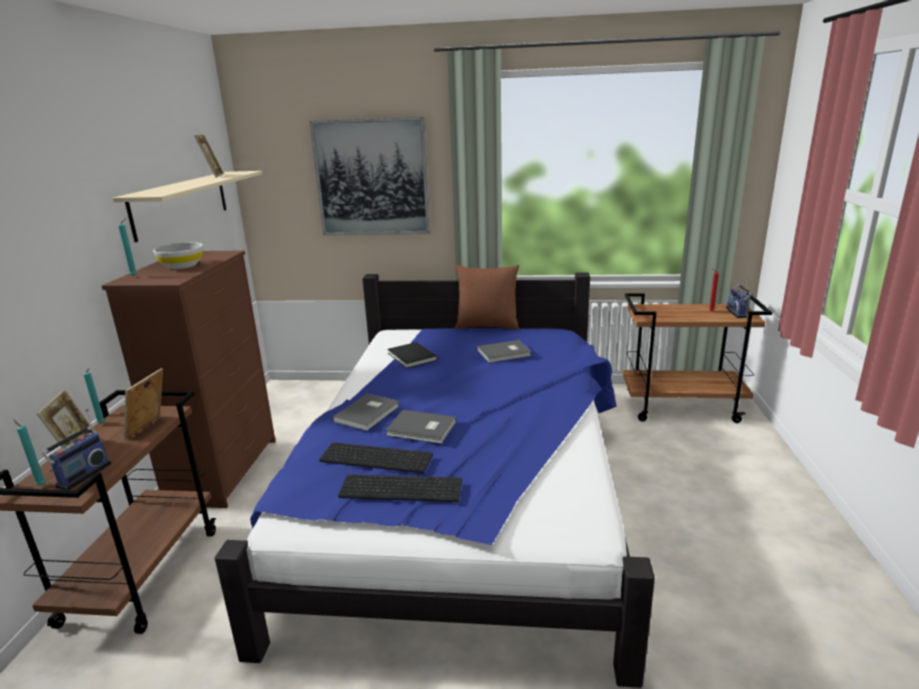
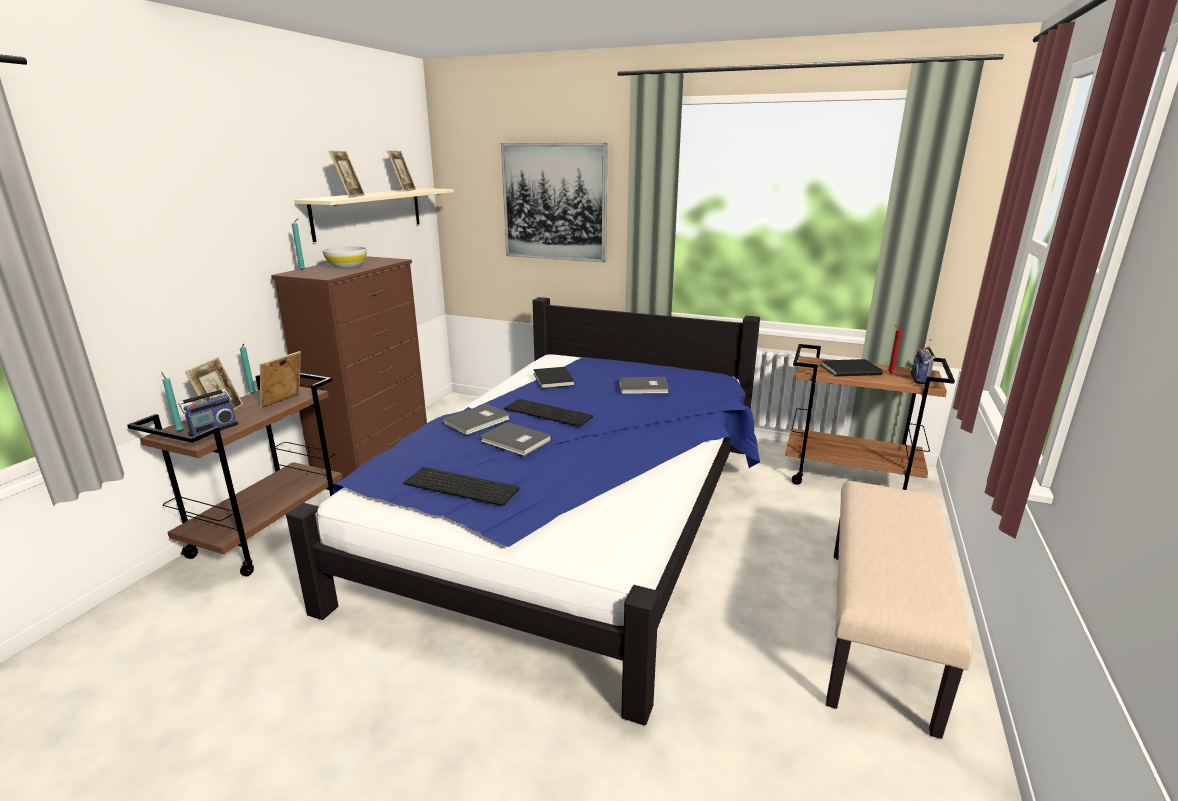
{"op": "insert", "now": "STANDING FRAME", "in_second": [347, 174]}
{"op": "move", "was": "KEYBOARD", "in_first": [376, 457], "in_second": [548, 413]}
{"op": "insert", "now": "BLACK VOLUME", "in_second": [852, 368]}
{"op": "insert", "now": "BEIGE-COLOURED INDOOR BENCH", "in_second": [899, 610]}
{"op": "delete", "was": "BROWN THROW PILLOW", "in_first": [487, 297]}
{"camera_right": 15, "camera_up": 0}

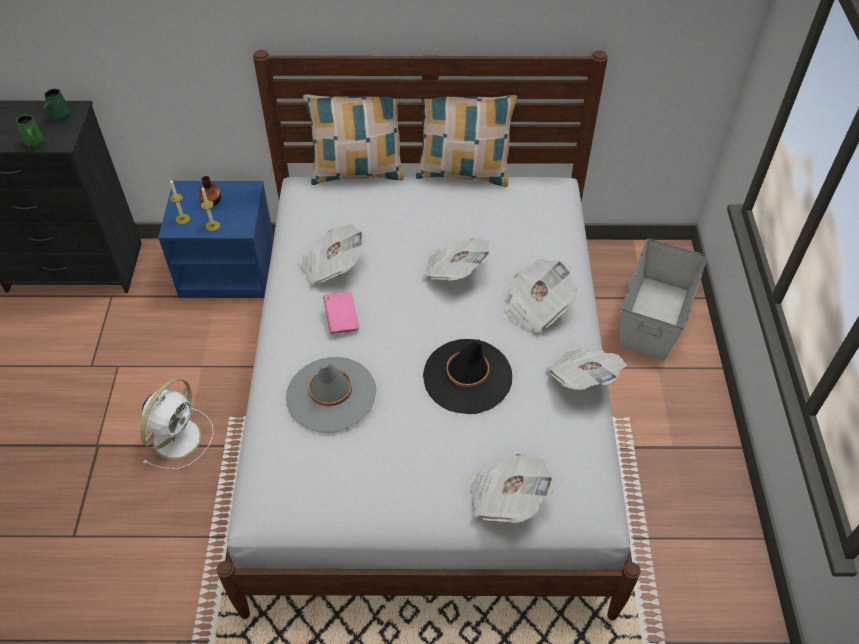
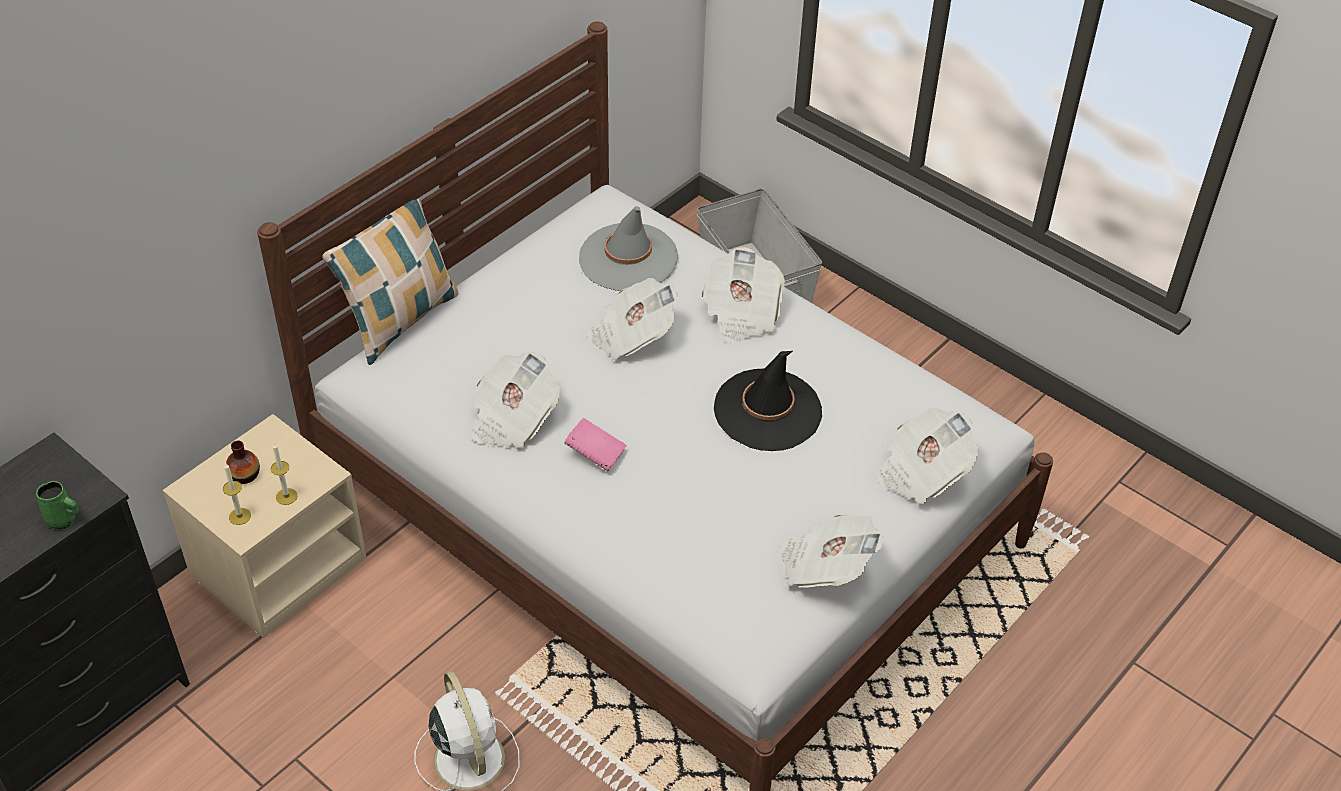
{"op": "recolor", "was": "BLUE-COLOURED NIGHT TABLE", "now": "BEIGE-COLOURED NIGHT TABLE", "in_first": [216, 239], "in_second": [265, 526]}
{"op": "move", "was": "GREY CLOTHING HAT", "in_first": [331, 395], "in_second": [628, 248]}
{"op": "move", "was": "DAILY PAPER", "in_first": [587, 368], "in_second": [831, 551]}
{"op": "delete", "was": "GREENISH TEA MUG", "in_first": [56, 105]}
{"op": "delete", "was": "THROW PILLOW", "in_first": [467, 141]}
{"camera_right": -50, "camera_up": -5}

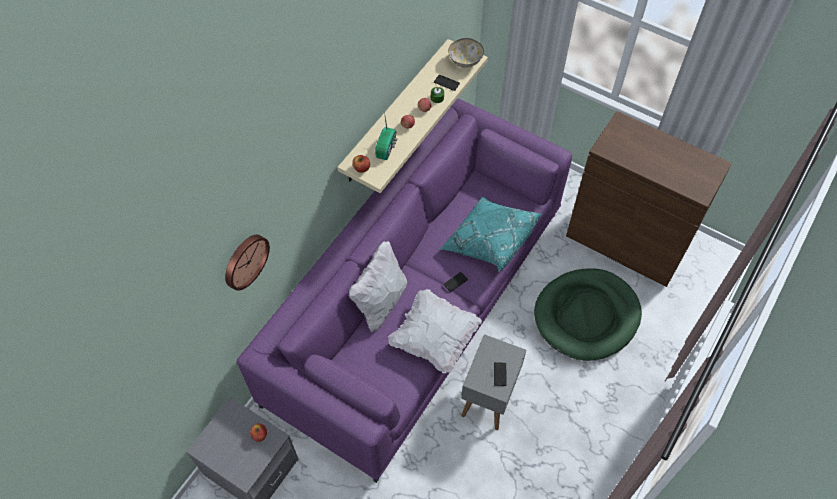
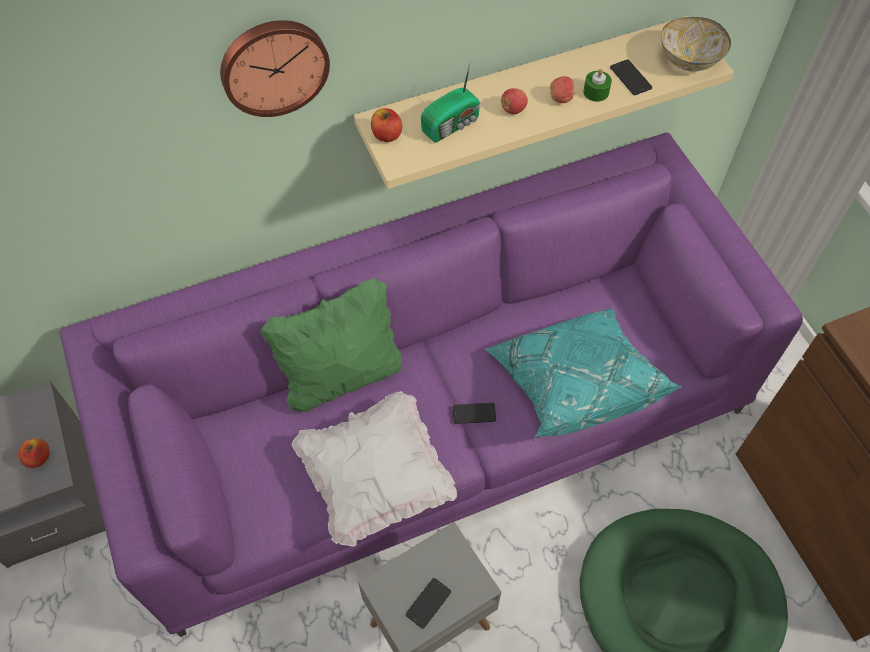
{"op": "move", "was": "HANGING CLOCK", "in_first": [247, 263], "in_second": [275, 68]}
{"op": "recolor", "was": "WHITE THROW PILLOW", "now": "GREENISH THROW PILLOW", "in_first": [378, 286], "in_second": [331, 345]}
{"camera_right": 35, "camera_up": 0}

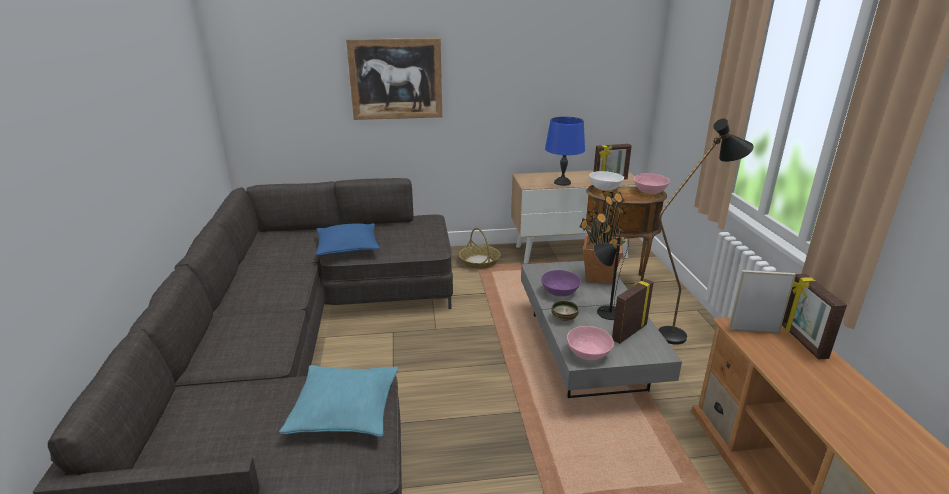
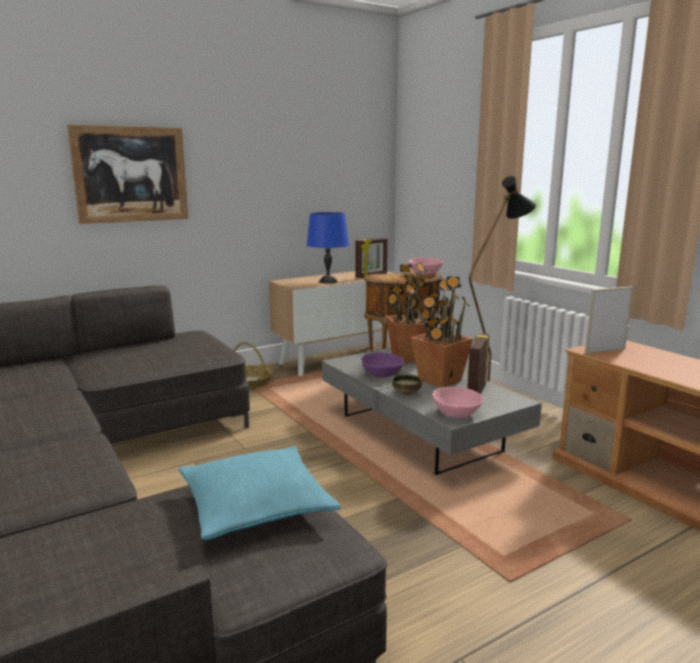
{"op": "replace", "was": "BLACK TABLETOP LAMP", "now": "PLANT IN A POT", "in_first": [611, 278], "in_second": [442, 332]}
{"op": "delete", "was": "BLUE-COLOURED THROW PILLOW", "in_first": [348, 239]}
{"op": "delete", "was": "WHITE SERVING BOWL", "in_first": [606, 180]}
{"op": "delete", "was": "STANDING FRAME", "in_first": [814, 317]}
{"camera_right": -25, "camera_up": -10}

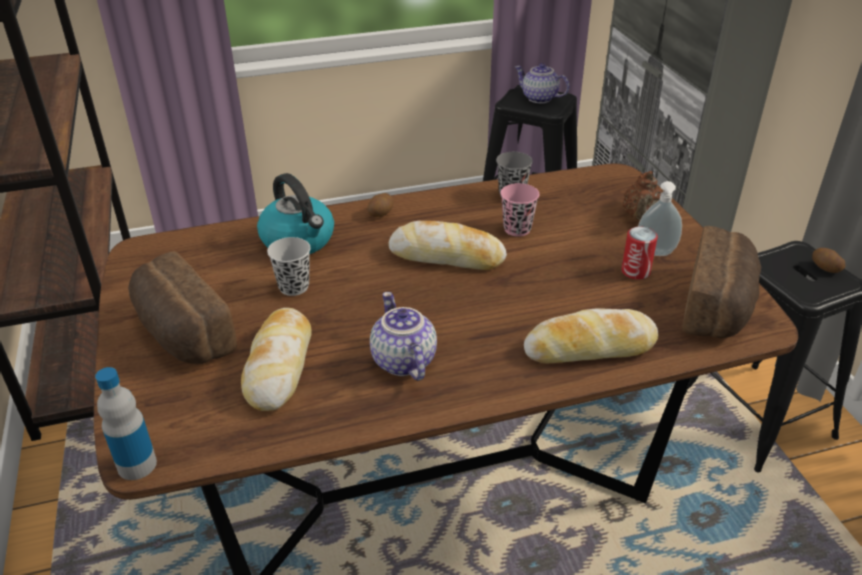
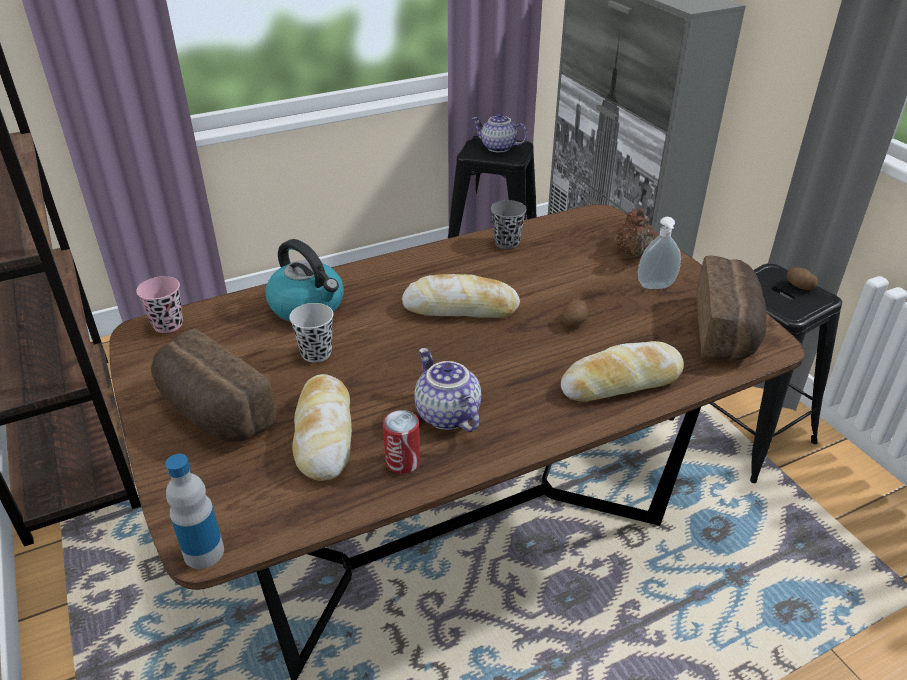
{"op": "move", "was": "PINKISH SMALL CUP", "in_first": [519, 210], "in_second": [159, 304]}
{"op": "move", "was": "METAL CAN", "in_first": [639, 253], "in_second": [401, 442]}
{"op": "move", "was": "WHOLE POTATO", "in_first": [380, 205], "in_second": [575, 313]}
{"camera_right": -10, "camera_up": 0}

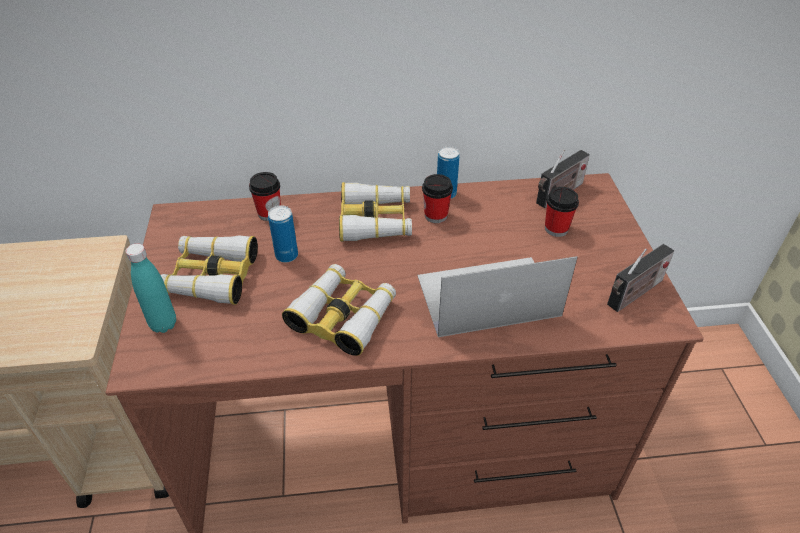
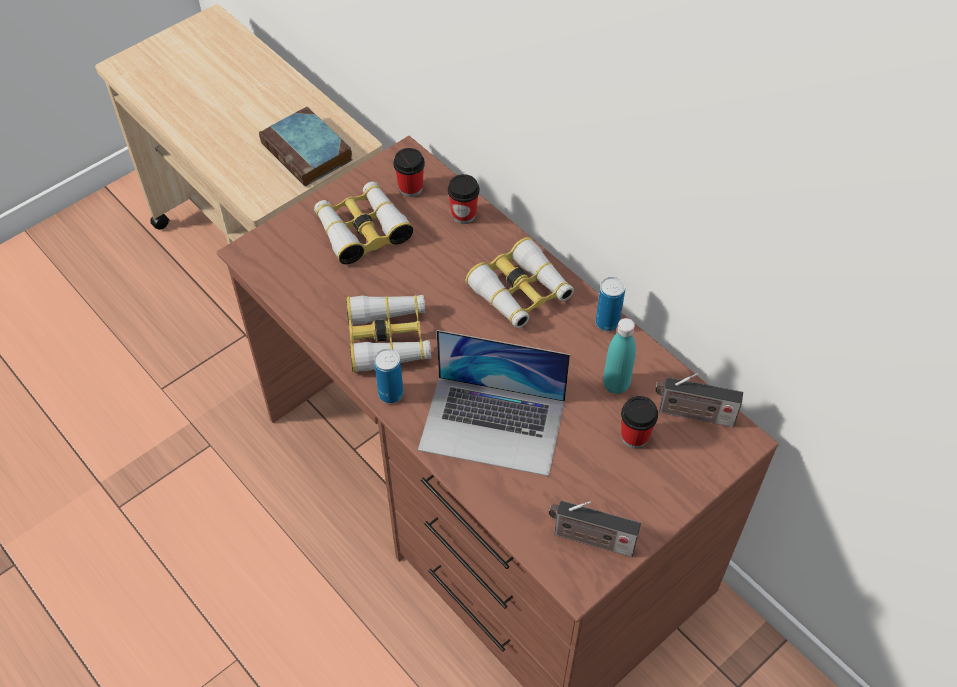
{"op": "insert", "now": "VOLUME", "in_second": [305, 146]}
{"op": "move", "was": "METAL CAN", "in_first": [283, 234], "in_second": [388, 376]}
{"op": "move", "was": "SMALL CUP", "in_first": [437, 198], "in_second": [409, 172]}
{"op": "rotate", "was": "LAPTOP", "in_first": [497, 296], "in_second": [494, 403], "clockwise": 150}
{"op": "move", "was": "TURQUOISE DRINK BOTTLE", "in_first": [151, 288], "in_second": [619, 356]}
{"camera_right": 55, "camera_up": 10}

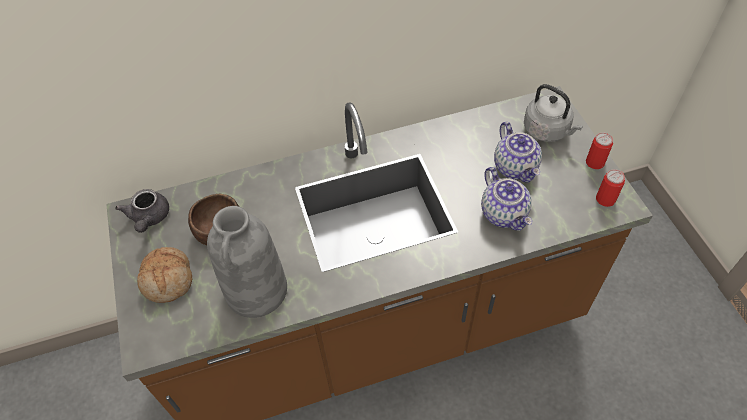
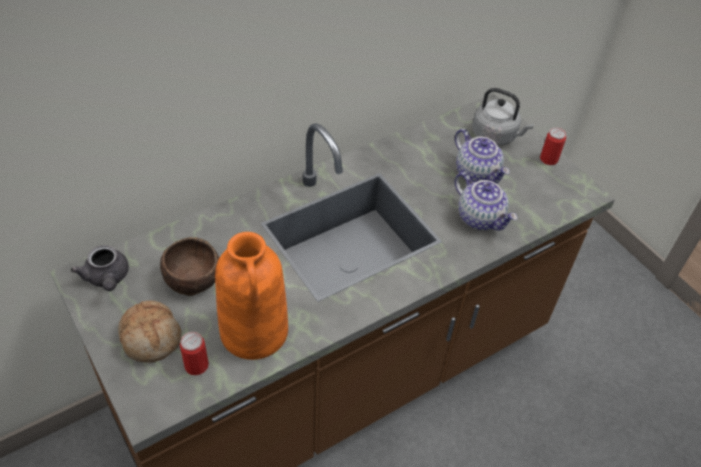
{"op": "move", "was": "METAL CAN", "in_first": [610, 188], "in_second": [194, 353]}
{"op": "recolor", "was": "GREY DECORATIVE VASE", "now": "ORANGE DECORATIVE VASE", "in_first": [247, 262], "in_second": [251, 296]}
{"camera_right": -20, "camera_up": -5}

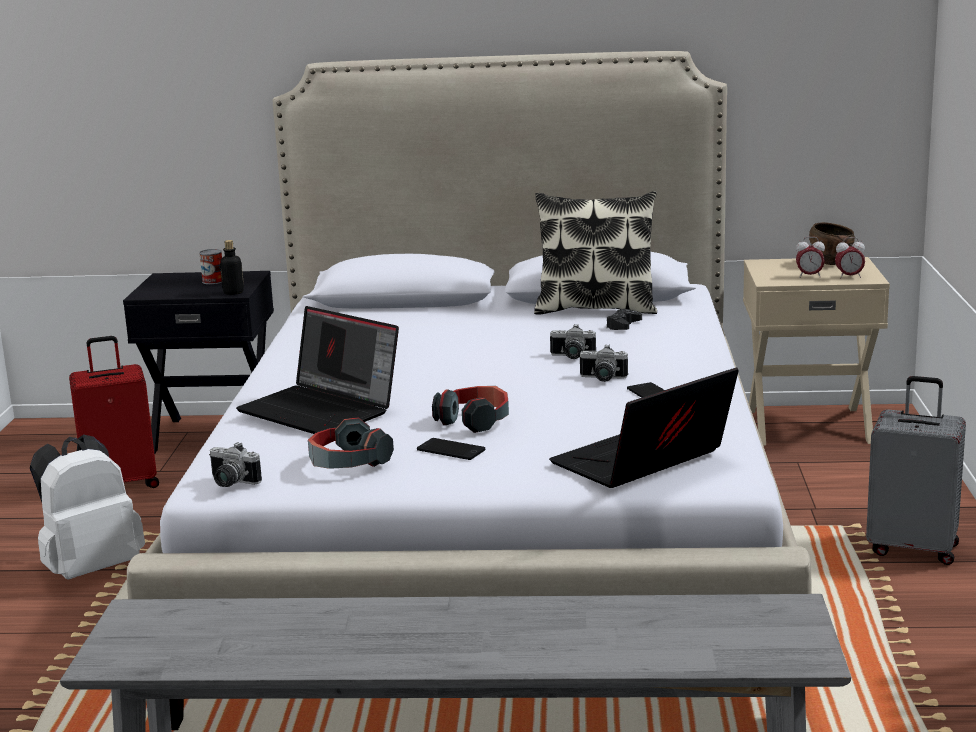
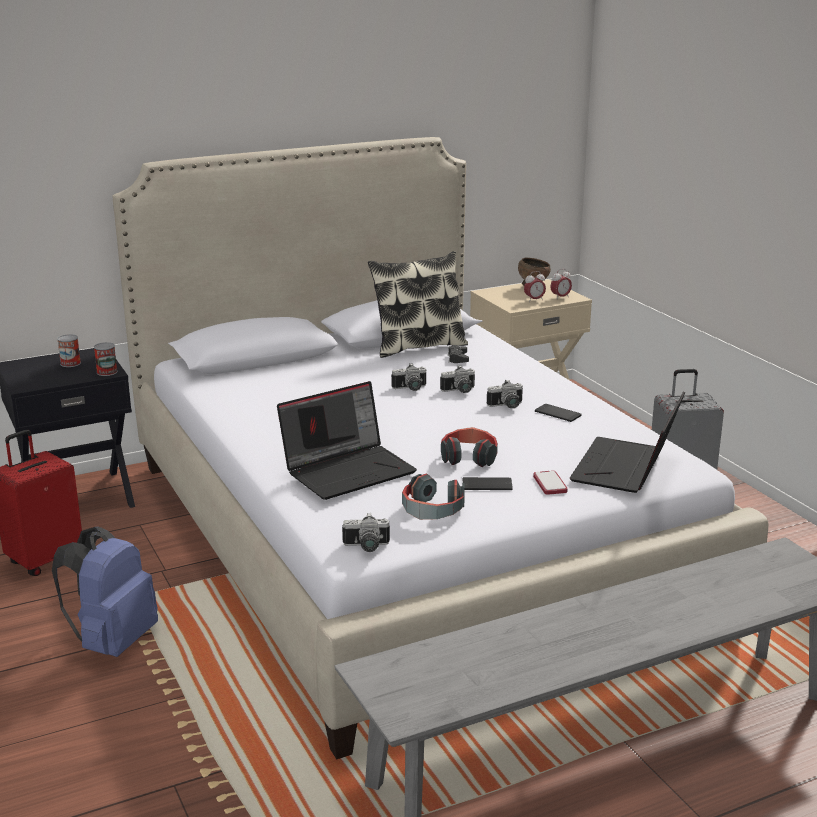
{"op": "recolor", "was": "WHITE RUCKSACK", "now": "BLUE-COLOURED RUCKSACK", "in_first": [87, 506], "in_second": [105, 592]}
{"op": "replace", "was": "DRINK BOTTLE", "now": "METAL CAN", "in_first": [232, 267], "in_second": [105, 359]}
{"op": "rotate", "was": "LAPTOP", "in_first": [317, 370], "in_second": [347, 440], "clockwise": -45}
{"op": "insert", "now": "PHOTO CAMERA", "in_second": [408, 377]}
{"op": "insert", "now": "HANDSET", "in_second": [550, 483]}
{"camera_right": -30, "camera_up": 5}

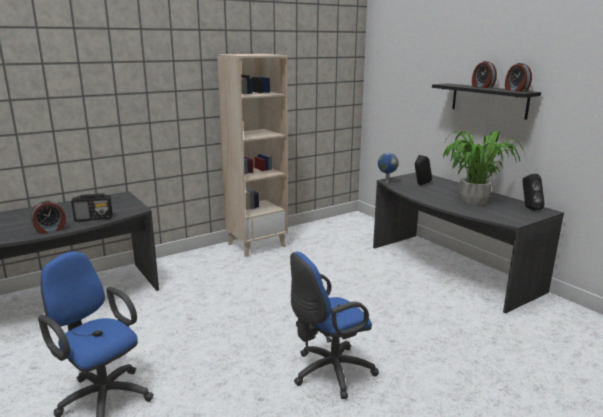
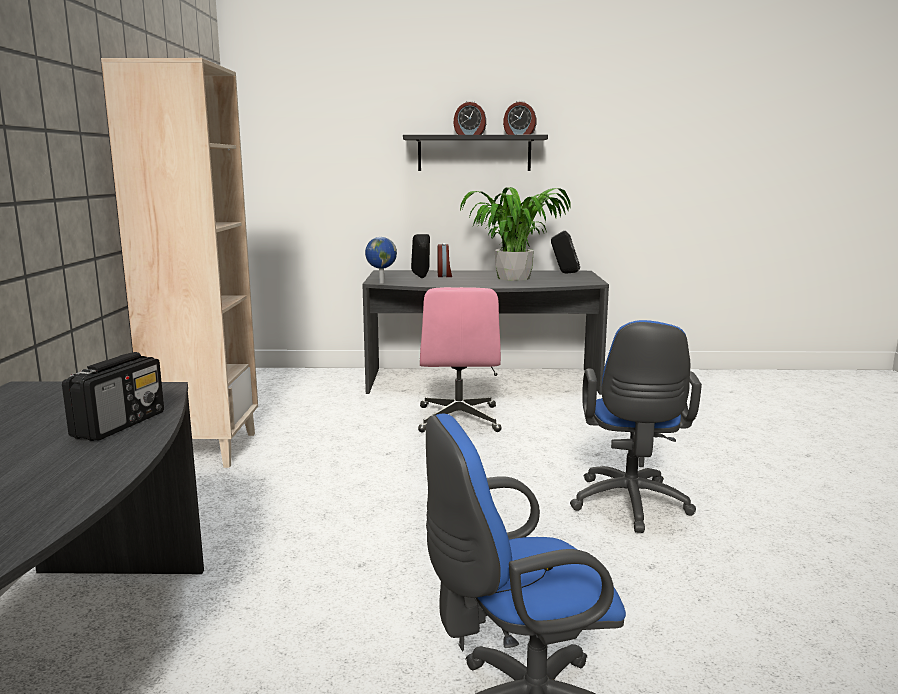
{"op": "insert", "now": "PINKISH OFFICE CHAIR", "in_second": [460, 360]}
{"op": "move", "was": "BEDSIDE CLOCK", "in_first": [48, 217], "in_second": [444, 260]}
{"camera_right": -55, "camera_up": -5}

